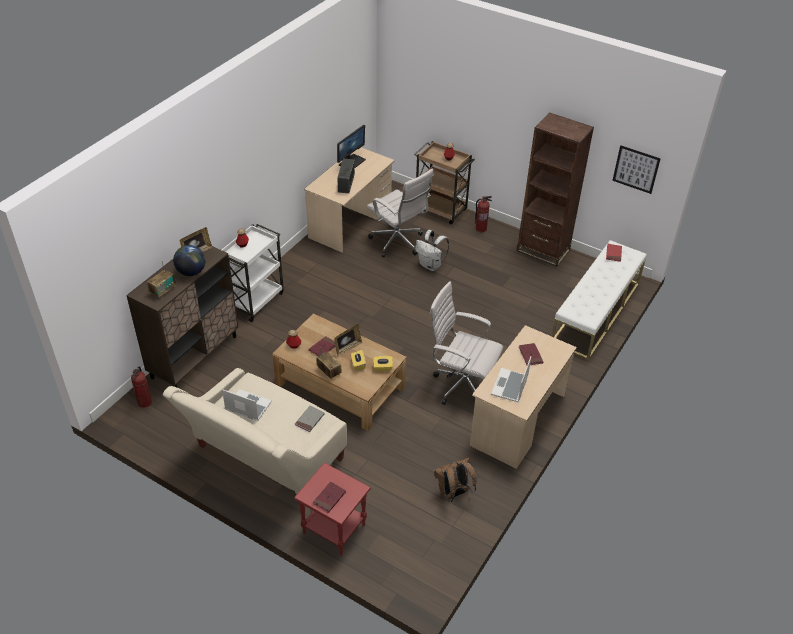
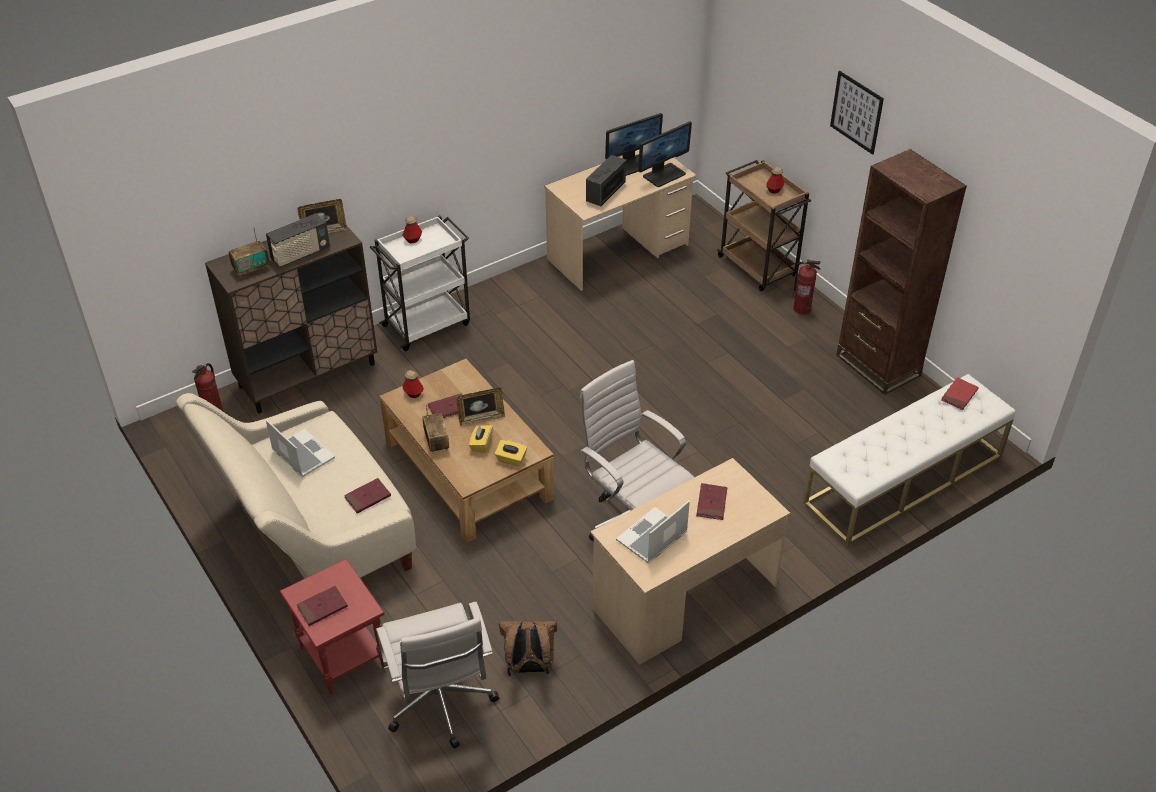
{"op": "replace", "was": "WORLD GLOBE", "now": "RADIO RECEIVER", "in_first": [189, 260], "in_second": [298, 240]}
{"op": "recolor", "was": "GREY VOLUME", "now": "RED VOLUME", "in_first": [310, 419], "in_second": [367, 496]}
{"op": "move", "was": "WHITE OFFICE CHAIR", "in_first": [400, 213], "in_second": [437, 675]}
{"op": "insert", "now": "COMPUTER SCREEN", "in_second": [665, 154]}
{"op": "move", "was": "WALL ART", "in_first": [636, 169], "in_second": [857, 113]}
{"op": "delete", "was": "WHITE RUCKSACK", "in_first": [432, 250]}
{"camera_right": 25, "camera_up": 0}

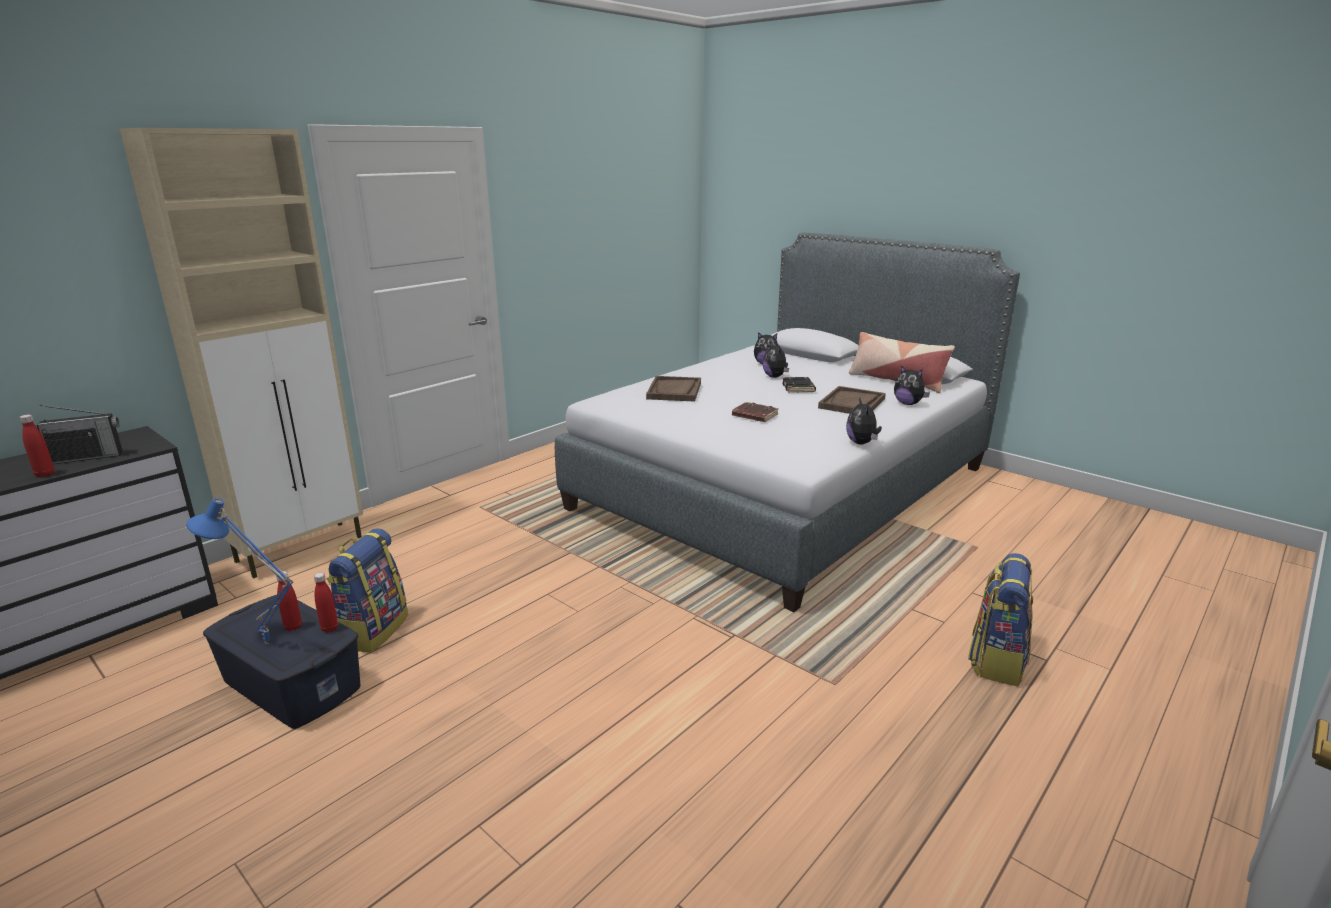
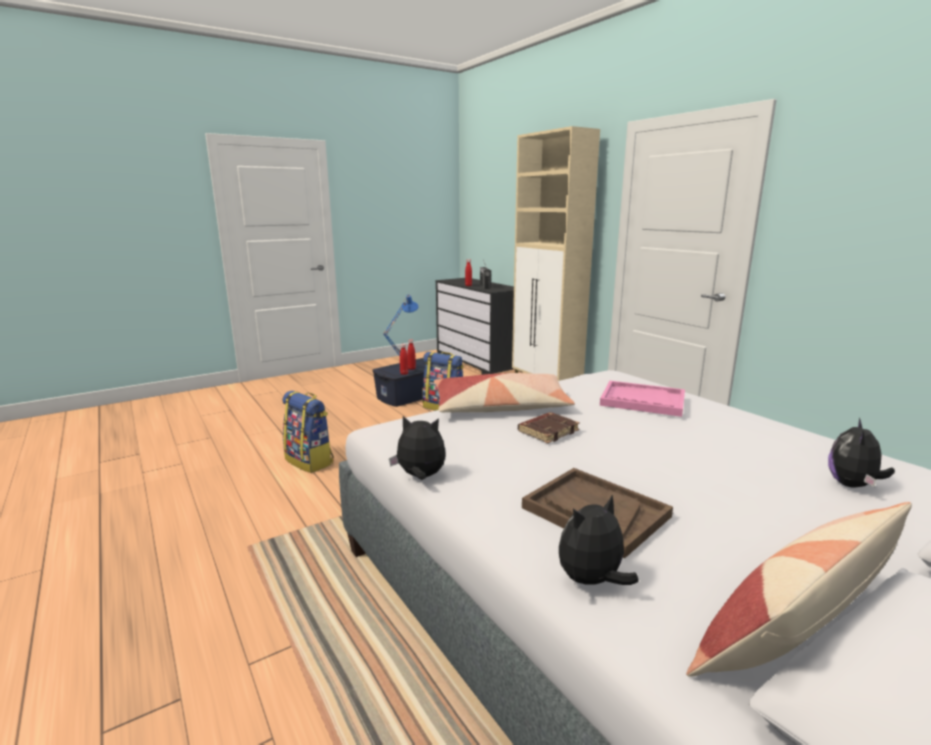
{"op": "move", "was": "RUCKSACK", "in_first": [1000, 619], "in_second": [308, 432]}
{"op": "insert", "now": "THROW PILLOW", "in_second": [504, 392]}
{"op": "recolor", "was": "BROWN SERVING TRAY", "now": "PINKISH SERVING TRAY", "in_first": [673, 389], "in_second": [642, 399]}
{"op": "delete", "was": "SOFT TOY", "in_first": [776, 359]}
{"op": "delete", "was": "BLACK VOLUME", "in_first": [799, 384]}
{"camera_right": 105, "camera_up": -5}

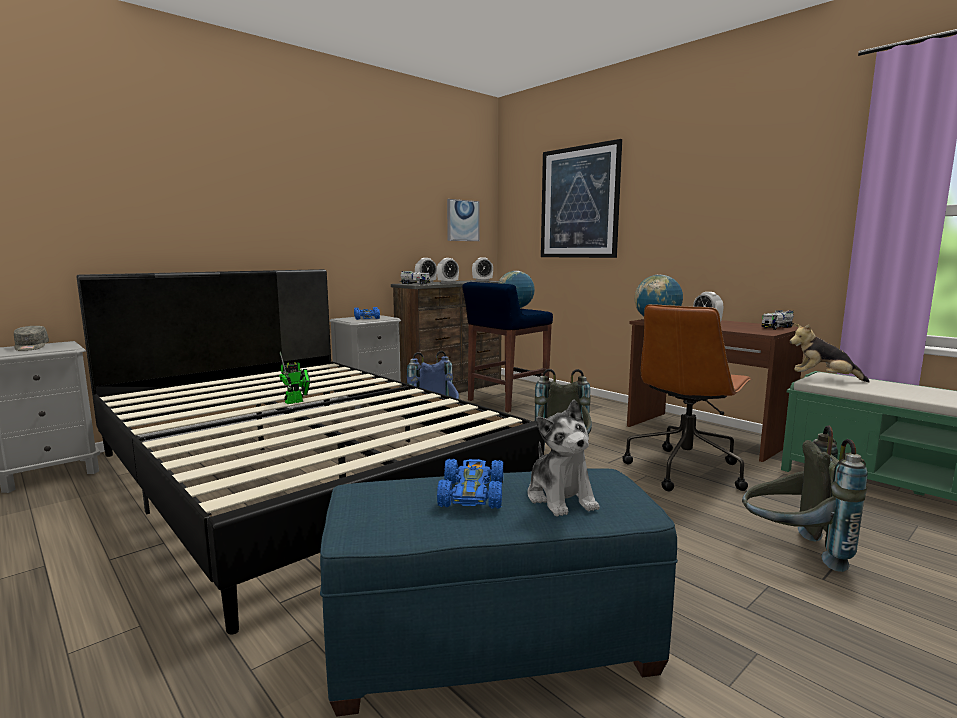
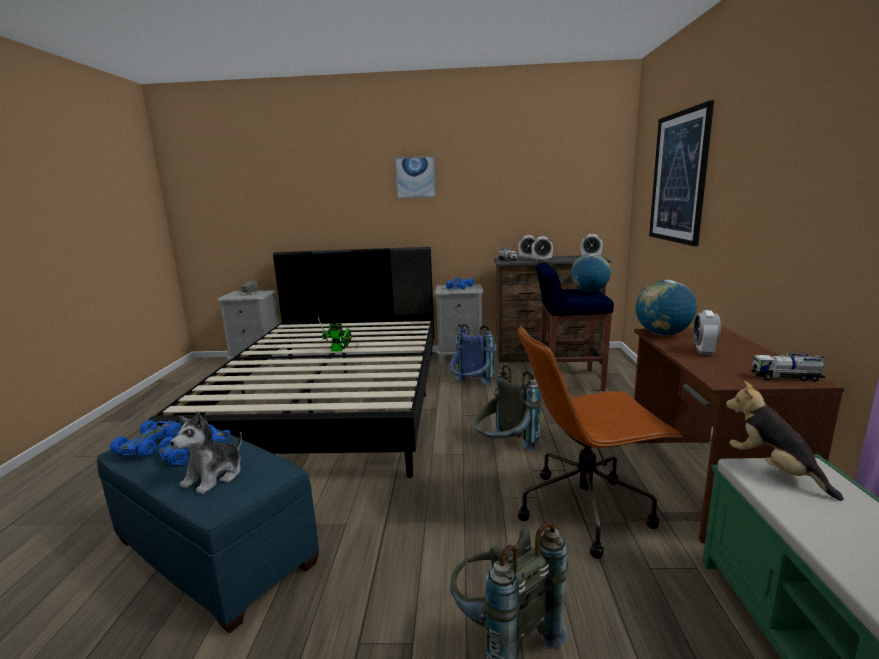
{"op": "insert", "now": "BLUE-COLOURED MODEL CAR", "in_second": [145, 438]}
{"op": "move", "was": "WALL ART", "in_first": [463, 220], "in_second": [415, 177]}
{"camera_right": 45, "camera_up": 5}

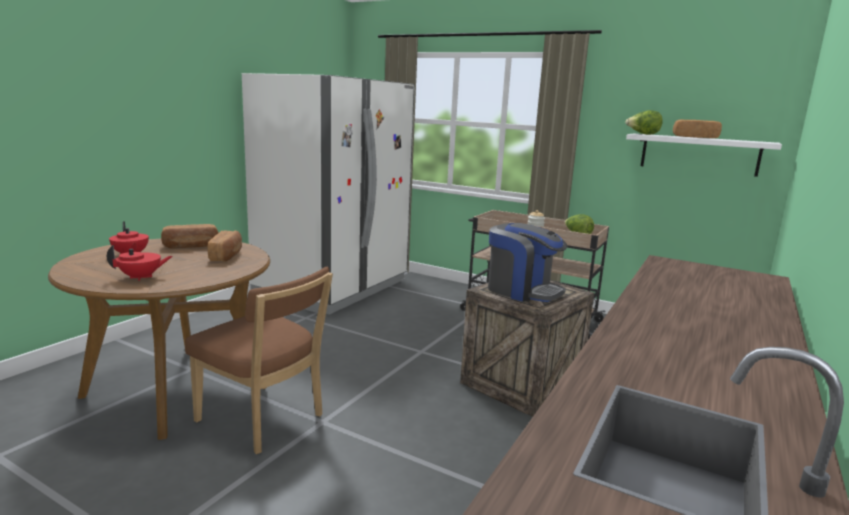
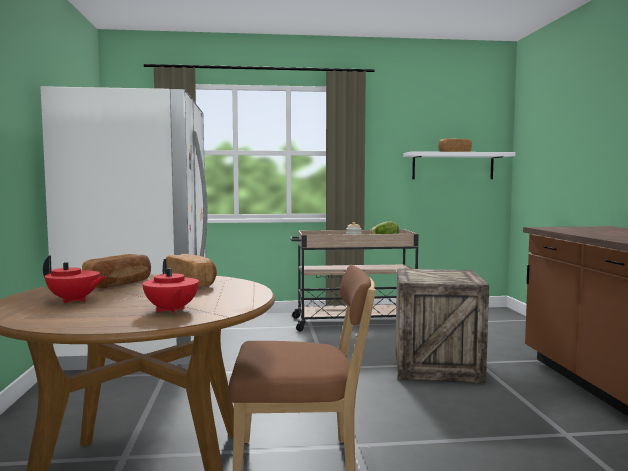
{"op": "rotate", "was": "RED POT FOR TEA", "in_first": [140, 263], "in_second": [171, 286], "clockwise": 120}
{"op": "delete", "was": "COFFEE MAKER", "in_first": [527, 262]}
{"op": "delete", "was": "LETTUCE HEAD", "in_first": [644, 122]}
{"camera_right": -35, "camera_up": -10}

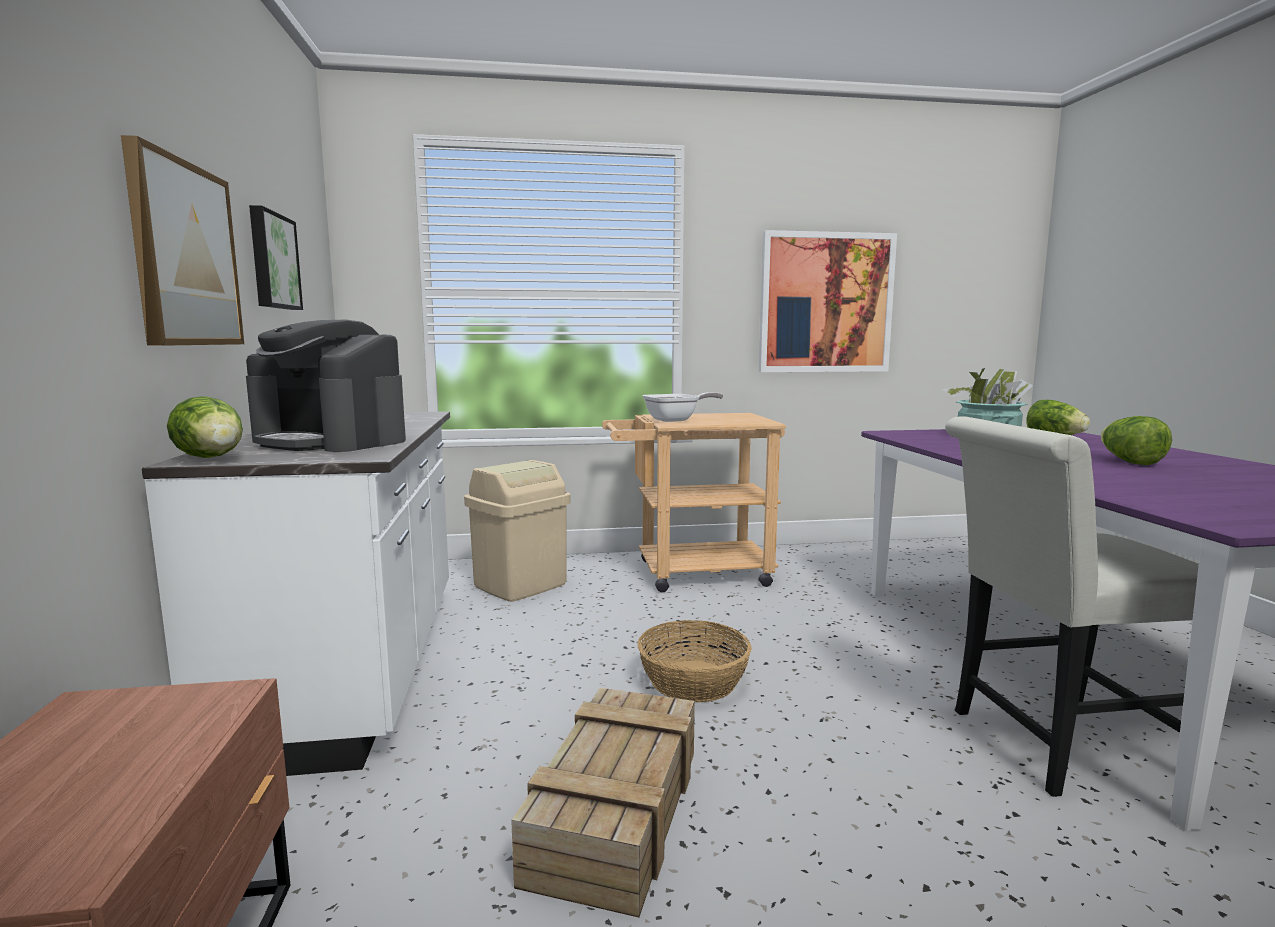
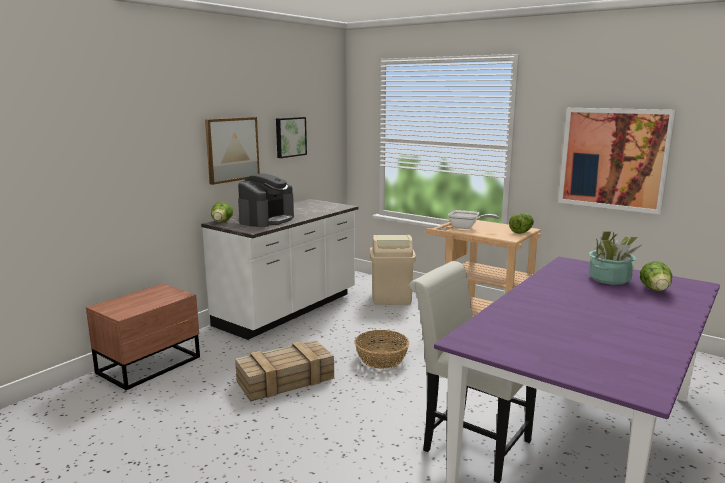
{"op": "rotate", "was": "COFFEE MAKER", "in_first": [326, 385], "in_second": [266, 200], "clockwise": -135}
{"op": "move", "was": "LETTUCE HEAD", "in_first": [1136, 440], "in_second": [521, 223]}
{"camera_right": 45, "camera_up": 5}

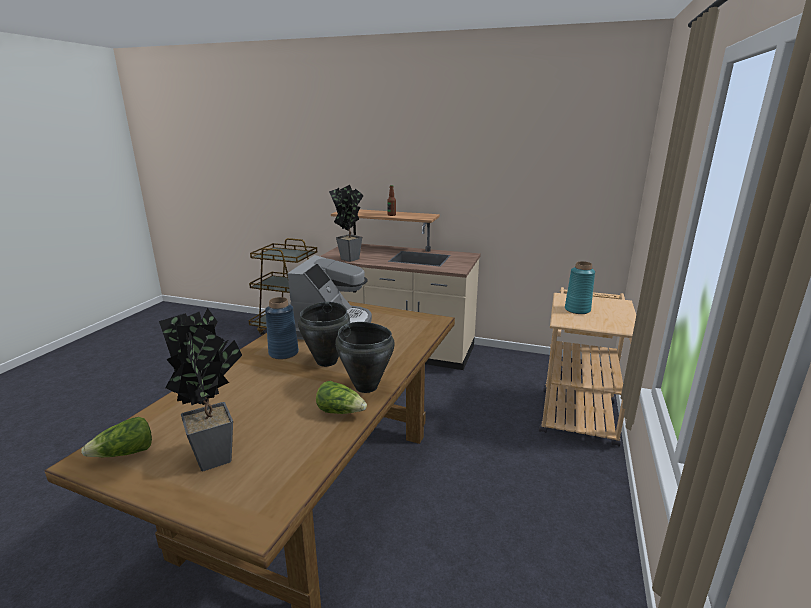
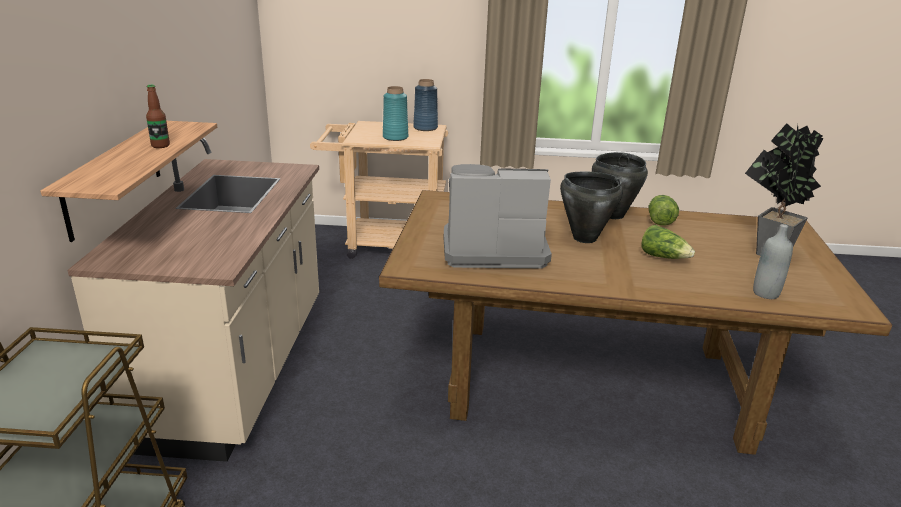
{"op": "move", "was": "BLUE-COLOURED DECORATIVE VASE", "in_first": [282, 328], "in_second": [425, 105]}
{"op": "move", "was": "LETTUCE HEAD", "in_first": [116, 437], "in_second": [668, 242]}
{"op": "insert", "now": "GREY DRINK BOTTLE", "in_second": [773, 261]}
{"op": "delete", "was": "PLANT IN A POT", "in_first": [346, 223]}
{"camera_right": -105, "camera_up": 5}

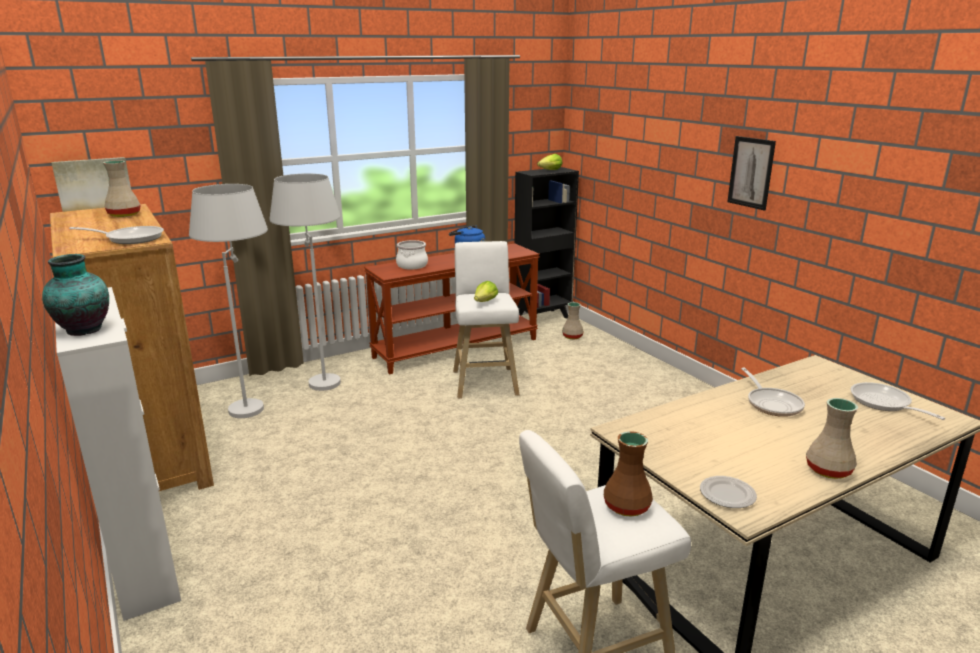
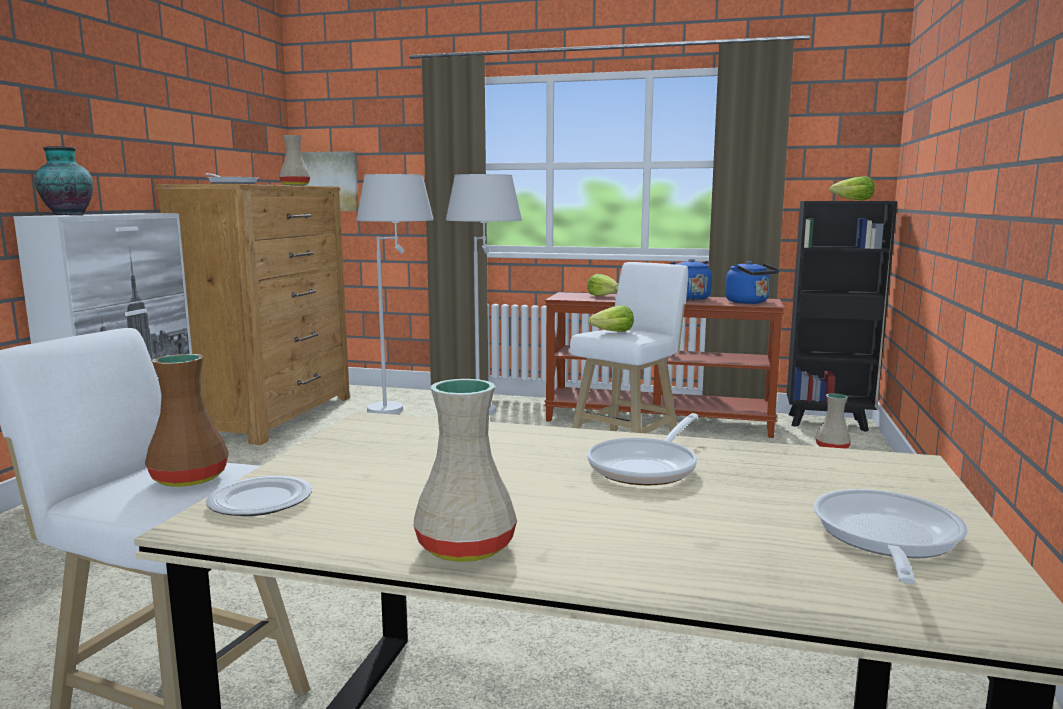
{"op": "replace", "was": "STOCKPOT", "now": "LETTUCE HEAD", "in_first": [412, 255], "in_second": [602, 285]}
{"op": "insert", "now": "BLUE-COLOURED TEA KETTLE", "in_second": [752, 282]}
{"op": "delete", "was": "WALL ART", "in_first": [751, 173]}
{"camera_right": 45, "camera_up": -10}

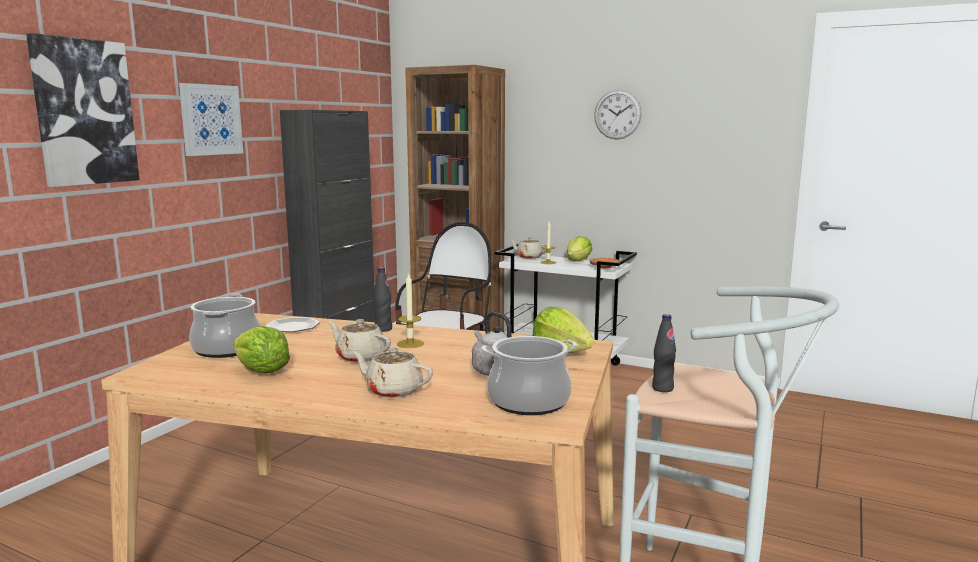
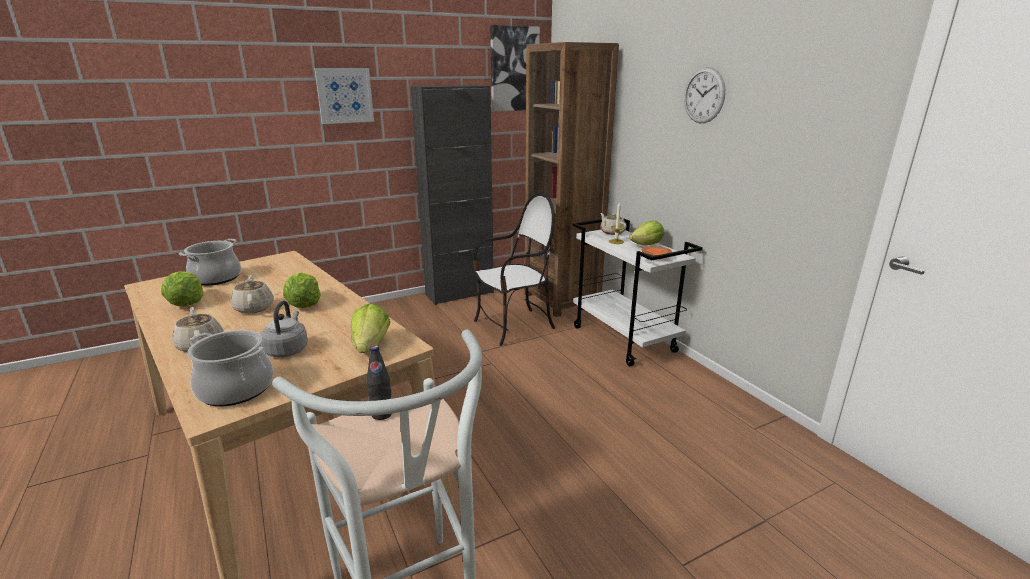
{"op": "replace", "was": "WAX LIGHT", "now": "LETTUCE HEAD", "in_first": [410, 310], "in_second": [302, 290]}
{"op": "move", "was": "WALL ART", "in_first": [83, 110], "in_second": [515, 68]}
{"op": "delete", "was": "DINNER PLATE", "in_first": [292, 324]}
{"op": "delete", "was": "BLACK DRINK BOTTLE", "in_first": [382, 299]}
{"camera_right": 35, "camera_up": 10}

